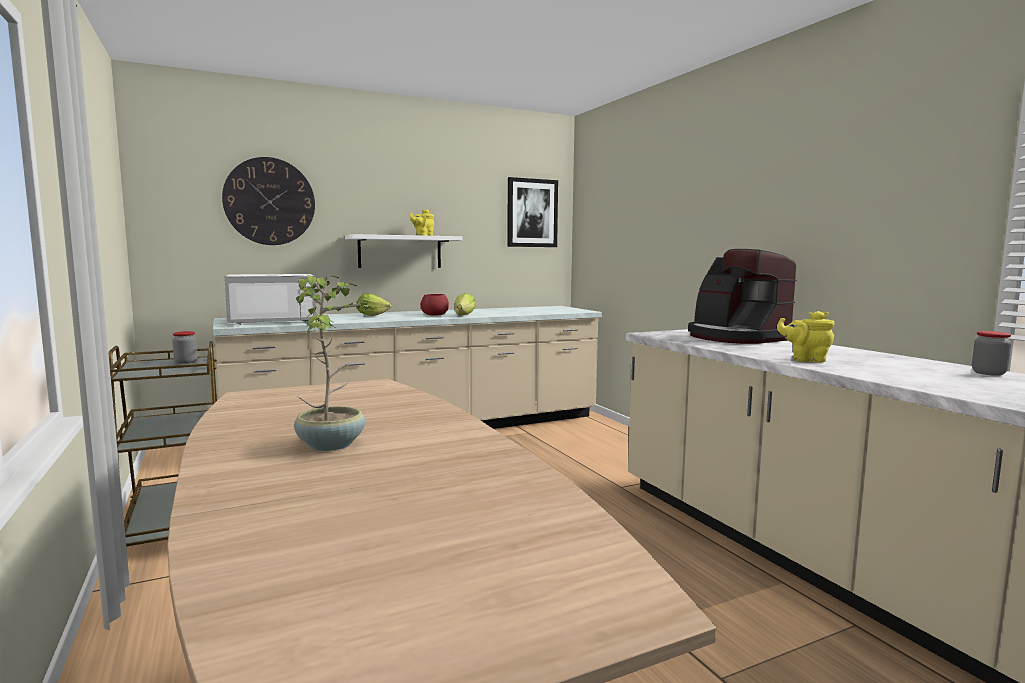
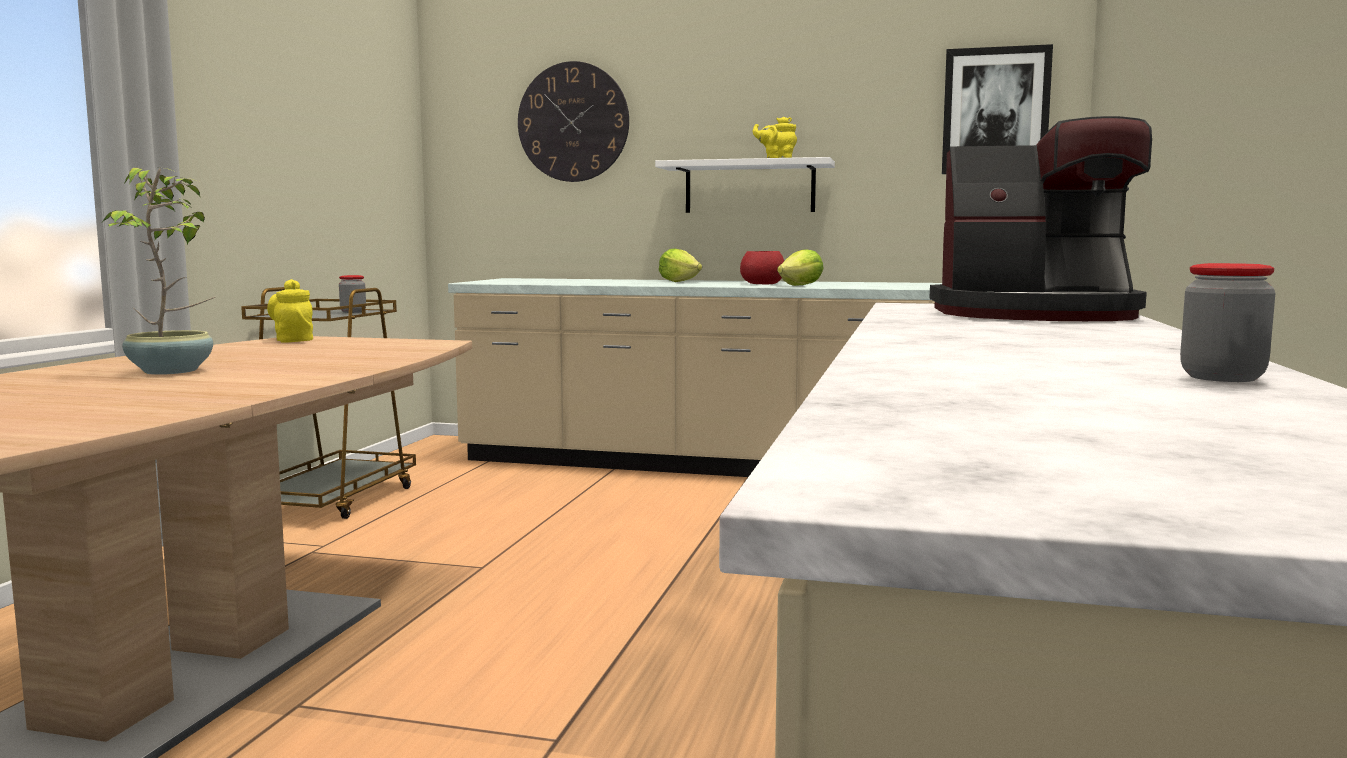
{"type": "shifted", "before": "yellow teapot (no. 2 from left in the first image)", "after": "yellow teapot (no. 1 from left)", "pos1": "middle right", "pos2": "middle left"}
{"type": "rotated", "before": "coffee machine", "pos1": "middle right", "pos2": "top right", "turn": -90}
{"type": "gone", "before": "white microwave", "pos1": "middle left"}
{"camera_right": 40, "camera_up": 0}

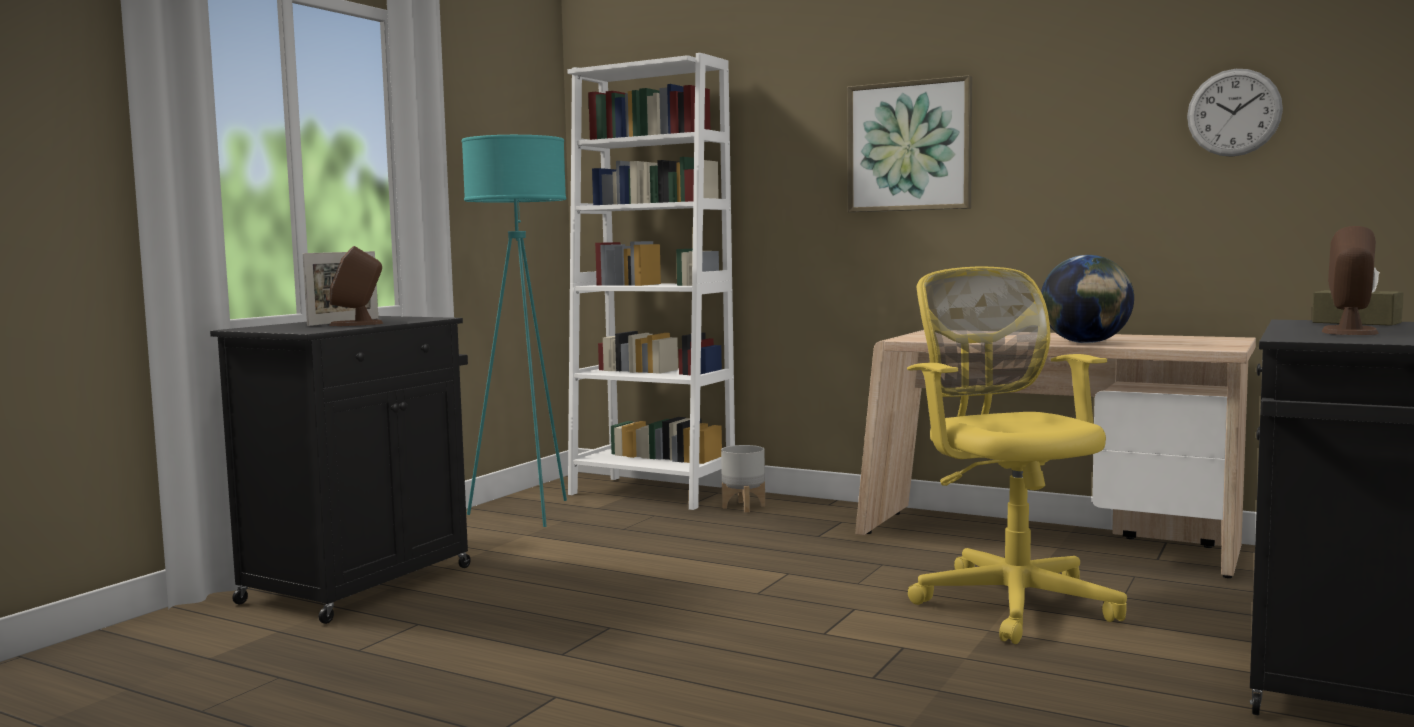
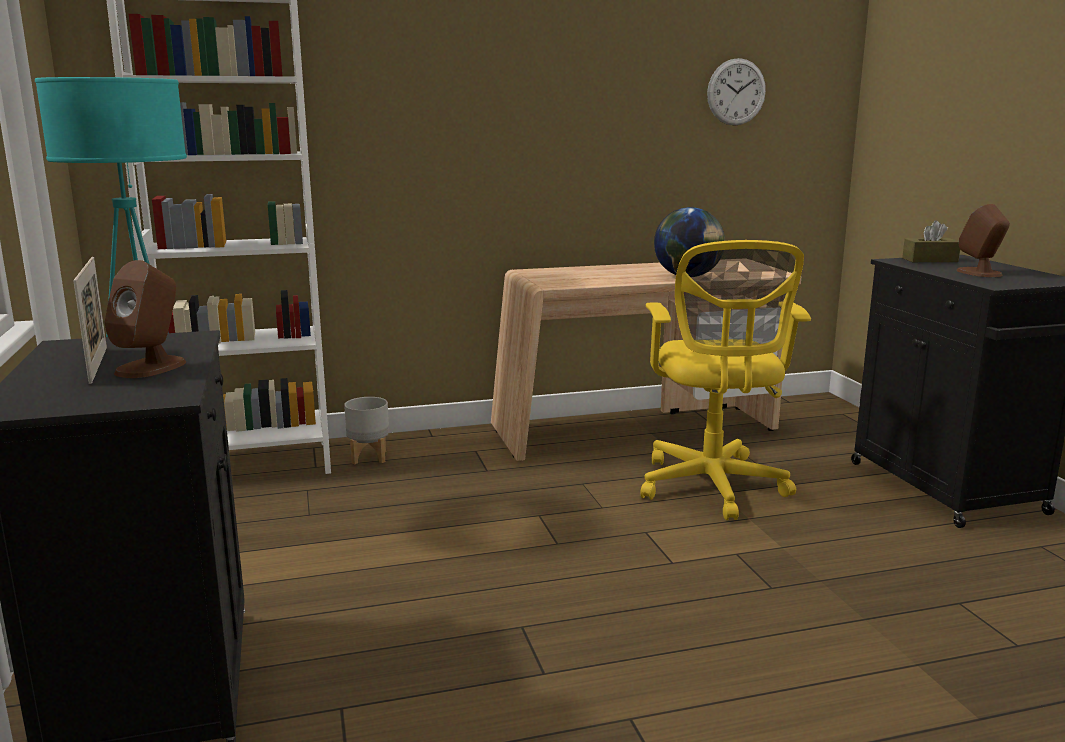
{"type": "rotated", "before": "yellow office chair", "pos1": "middle right", "pos2": "middle right", "turn": -120}
{"type": "gone", "before": "picture", "pos1": "top centre"}
{"camera_right": -45, "camera_up": 10}

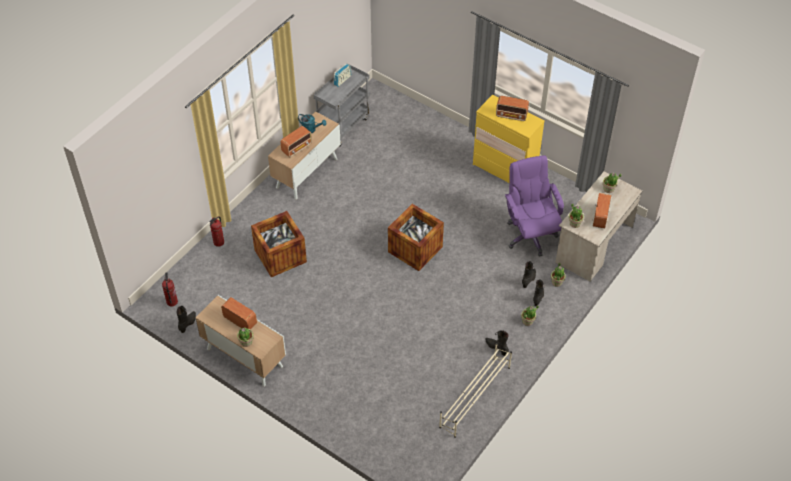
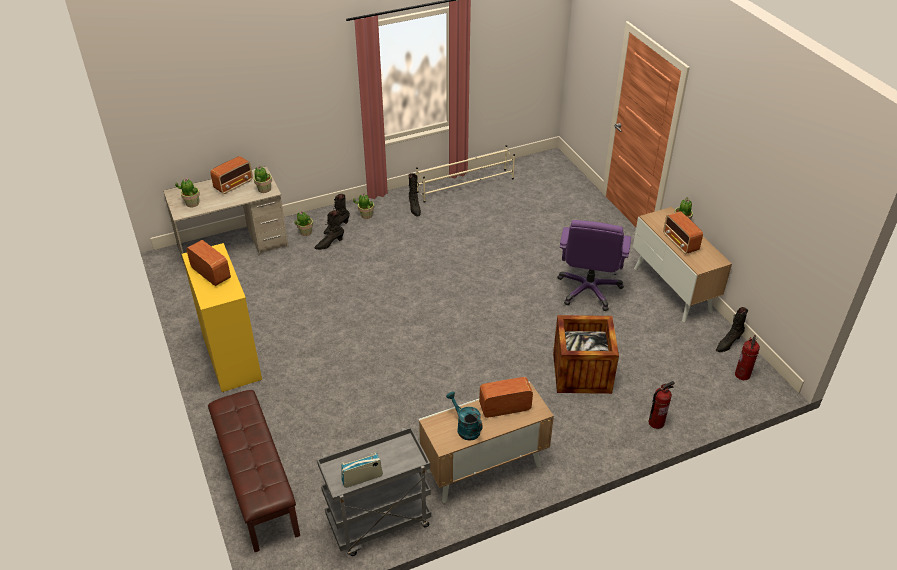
{"type": "new", "after": "brown bench", "pos2": "bottom left"}
{"type": "shifted", "before": "purple office chair", "pos1": "middle right", "pos2": "centre"}
{"type": "gone", "before": "crate (no. 2 from left)", "pos1": "centre"}
{"camera_right": -150, "camera_up": -10}

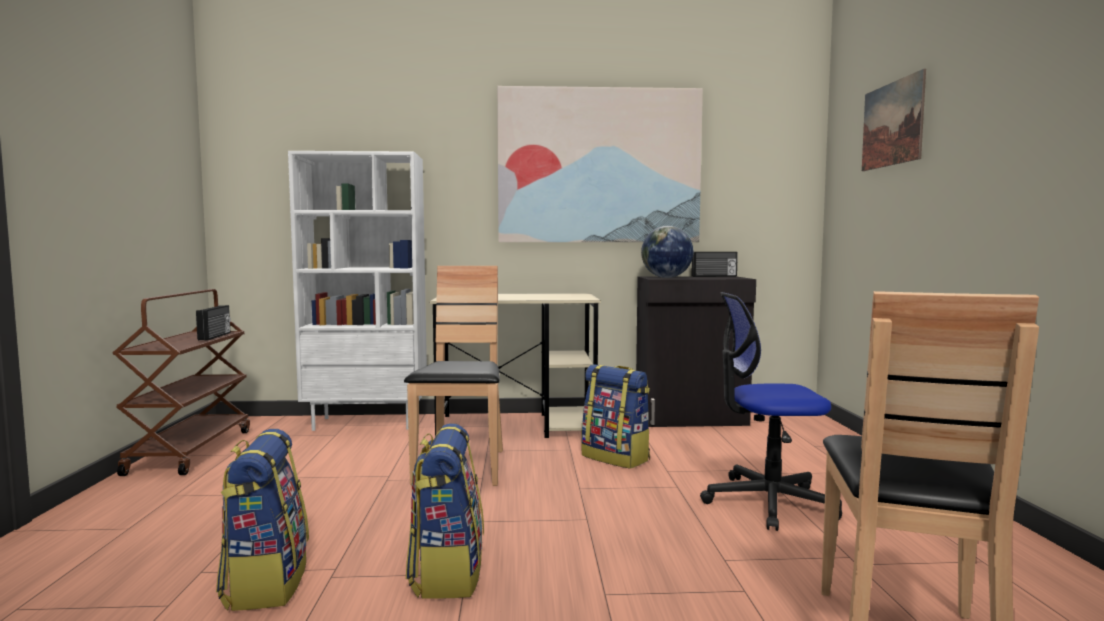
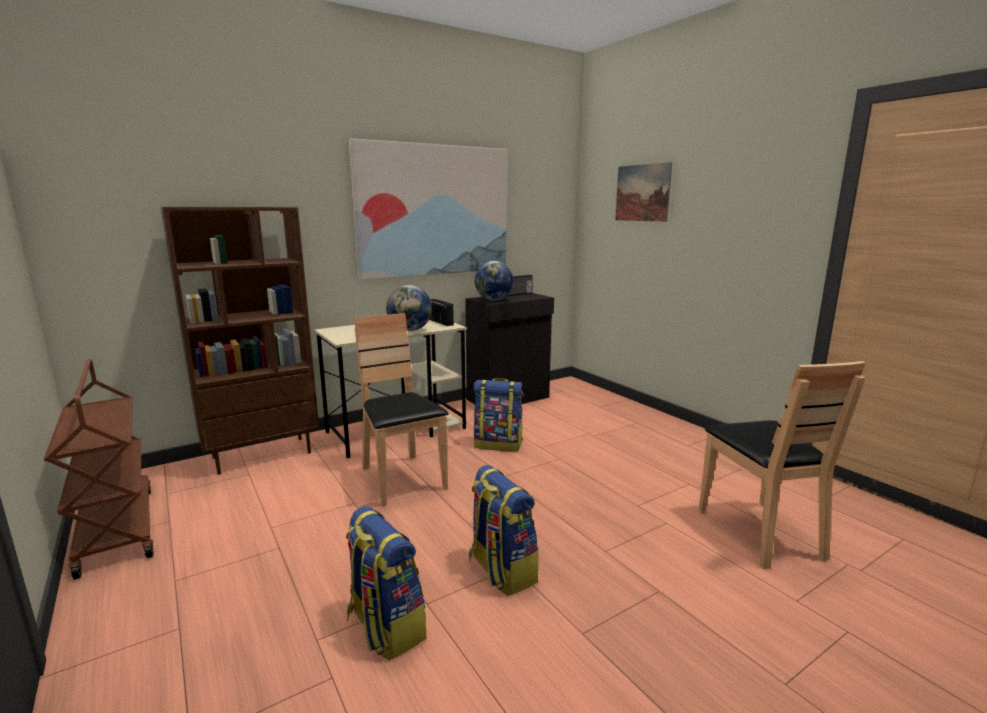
{"type": "repainted", "before": "white bookcase", "after": "brown bookcase", "pos1": "middle left", "pos2": "middle left"}
{"type": "new", "after": "globe (no. 1 from left)", "pos2": "centre"}
{"type": "shifted", "before": "radio (no. 1 from left)", "pos1": "middle left", "pos2": "centre"}
{"type": "gone", "before": "office chair", "pos1": "middle right"}
{"camera_right": -30, "camera_up": 10}

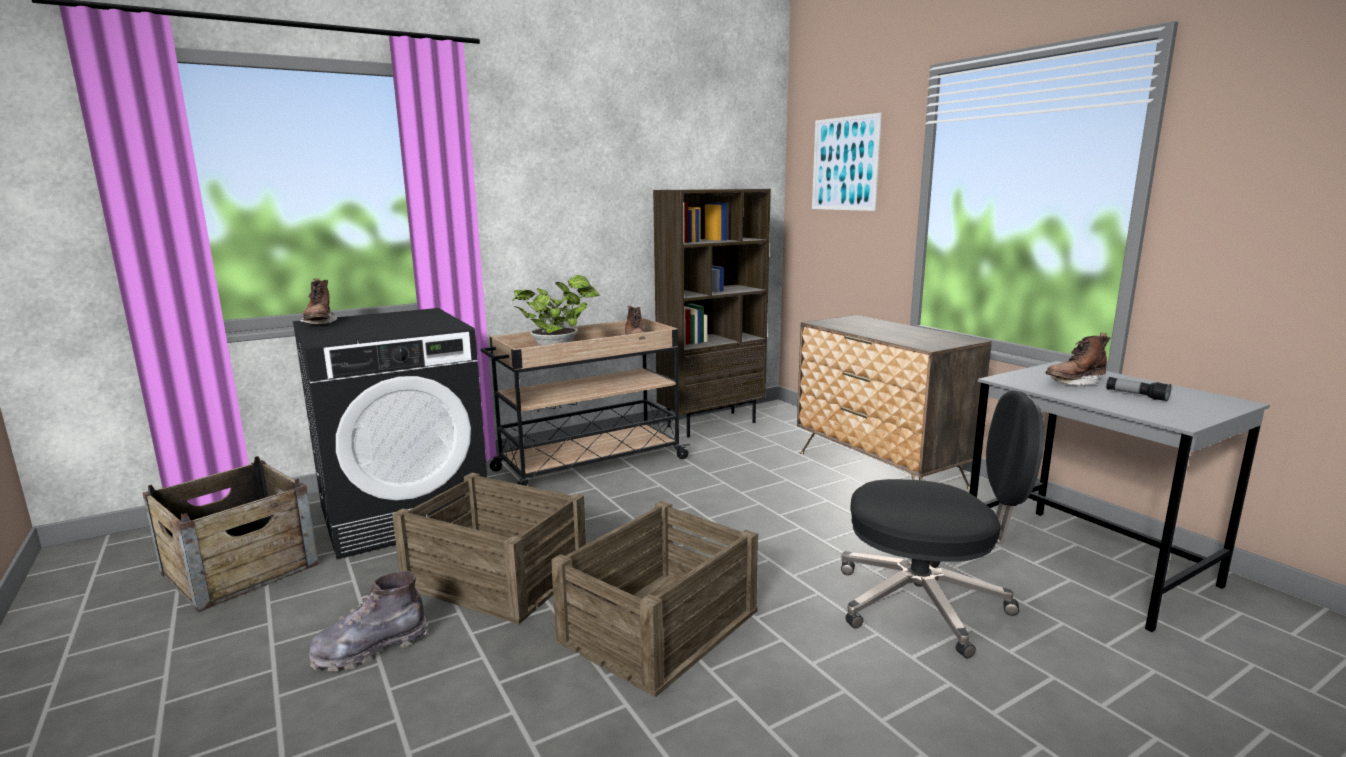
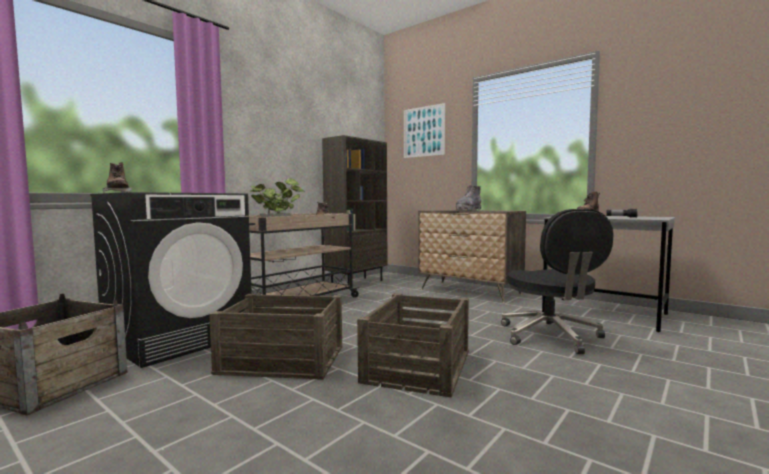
{"type": "shifted", "before": "grey boot", "pos1": "bottom left", "pos2": "centre"}
{"type": "rotated", "before": "black office chair", "pos1": "bottom right", "pos2": "middle right", "turn": 90}
{"camera_right": -20, "camera_up": -10}

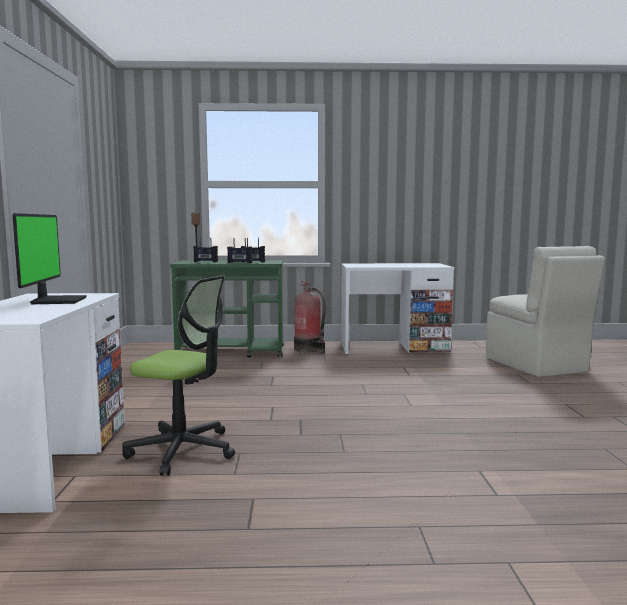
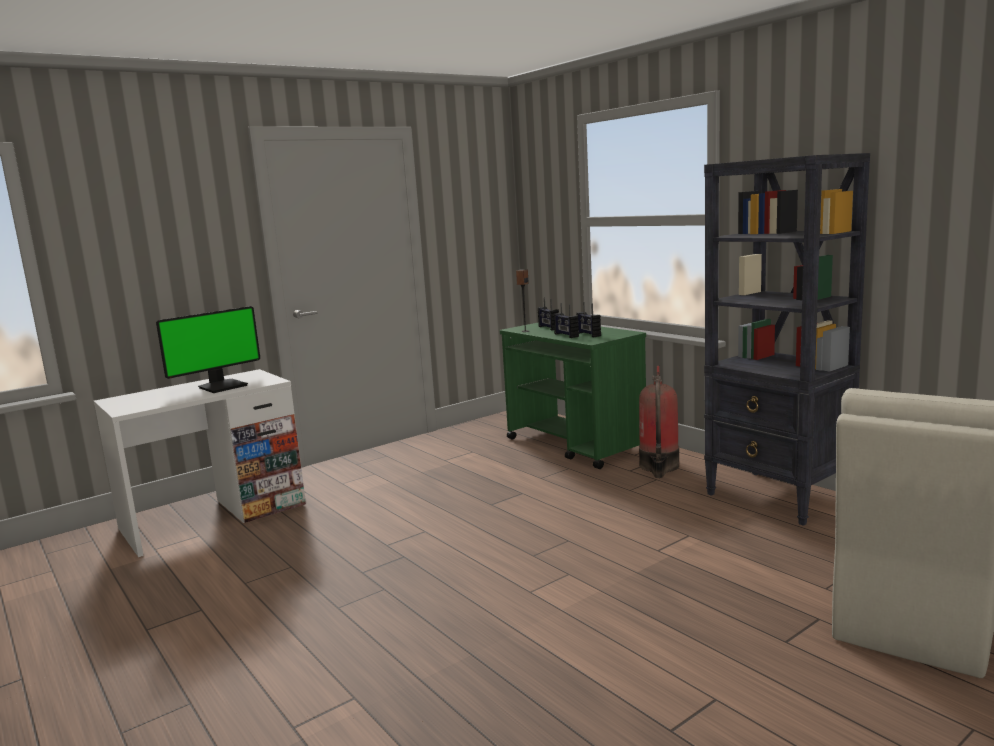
{"type": "swapped", "before": "white desk (no. 2 from left)", "after": "black bookcase", "pos1": "centre", "pos2": "middle right"}
{"type": "gone", "before": "office chair", "pos1": "middle left"}
{"camera_right": 55, "camera_up": 5}

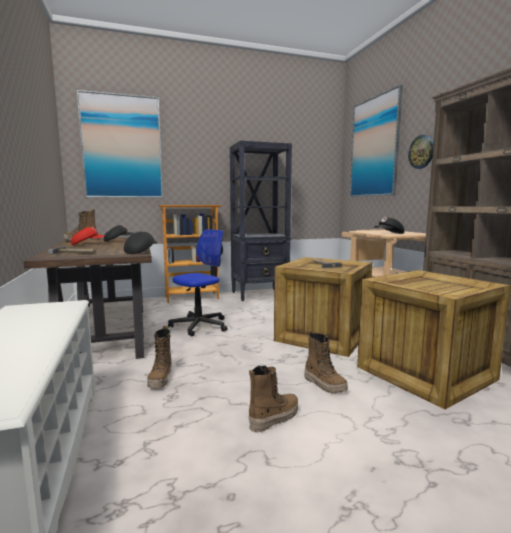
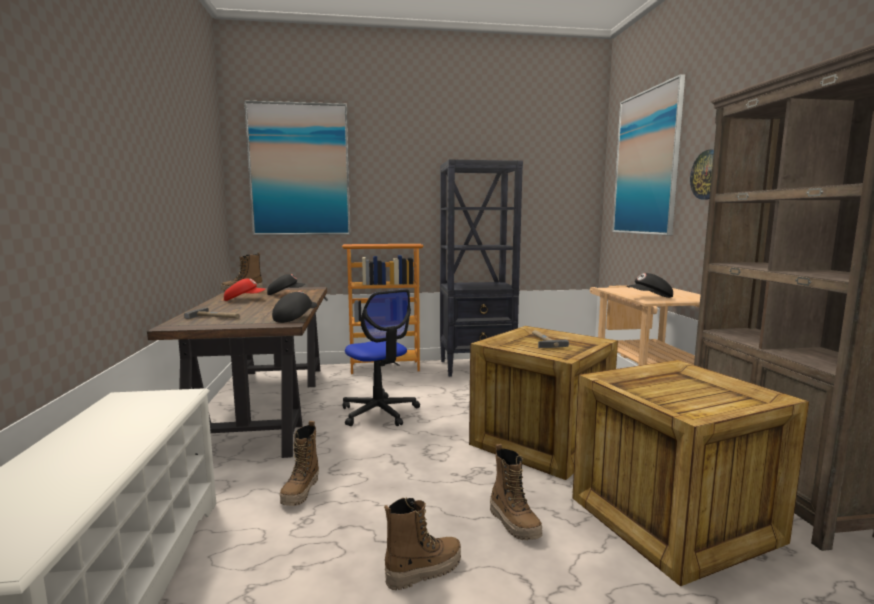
{"type": "rotated", "before": "office chair", "pos1": "centre", "pos2": "centre", "turn": 90}
{"camera_right": 10, "camera_up": 0}

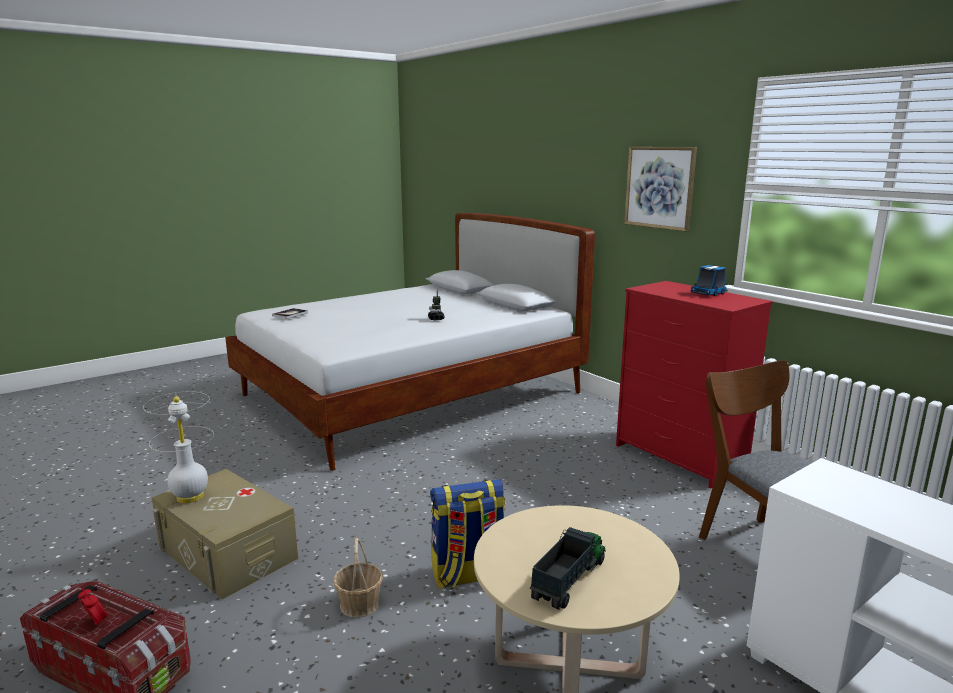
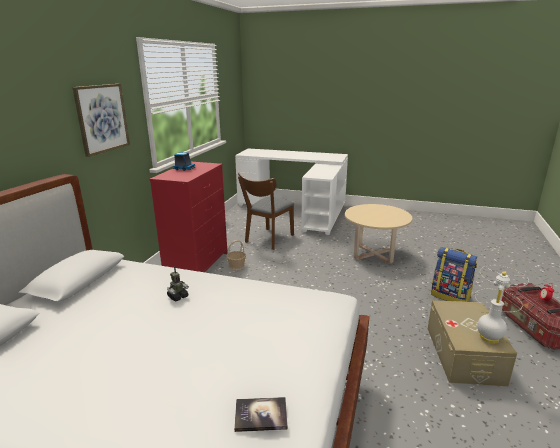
{"type": "shifted", "before": "basket", "pos1": "bottom centre", "pos2": "centre"}
{"type": "shifted", "before": "backpack", "pos1": "bottom centre", "pos2": "middle right"}
{"type": "gone", "before": "toy truck (no. 1 from left)", "pos1": "bottom centre"}
{"camera_right": -125, "camera_up": 5}

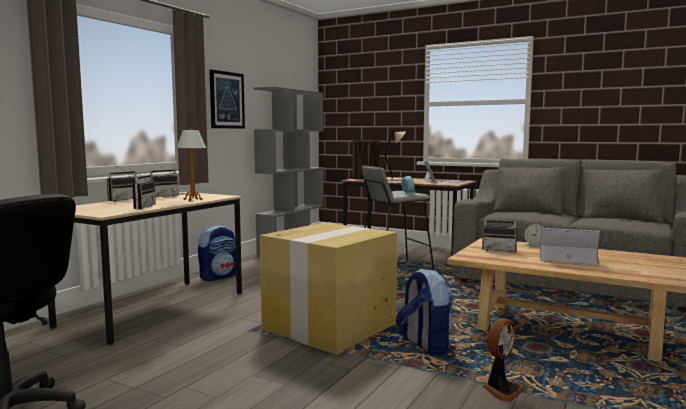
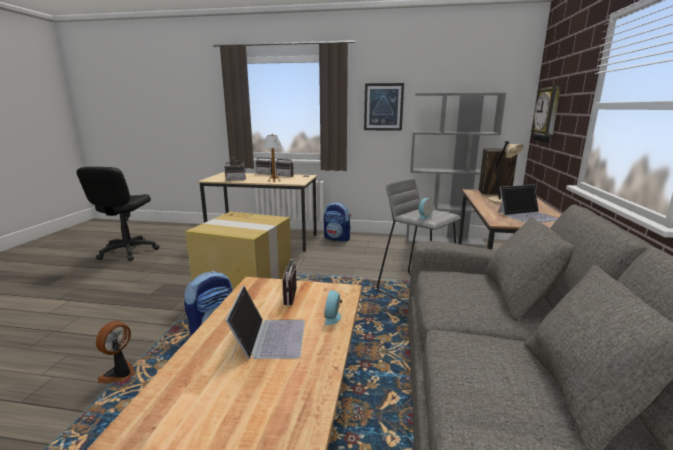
{"type": "rotated", "before": "fan", "pos1": "bottom right", "pos2": "bottom left", "turn": 90}
{"type": "new", "after": "wall clock", "pos2": "top right"}
{"camera_right": 70, "camera_up": 10}

